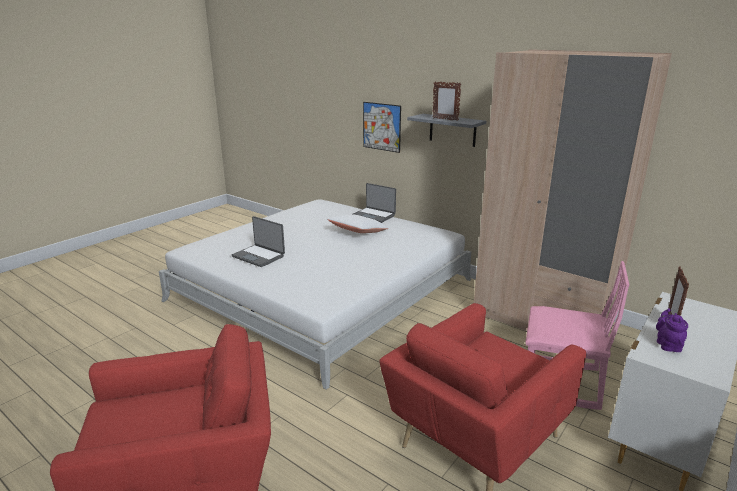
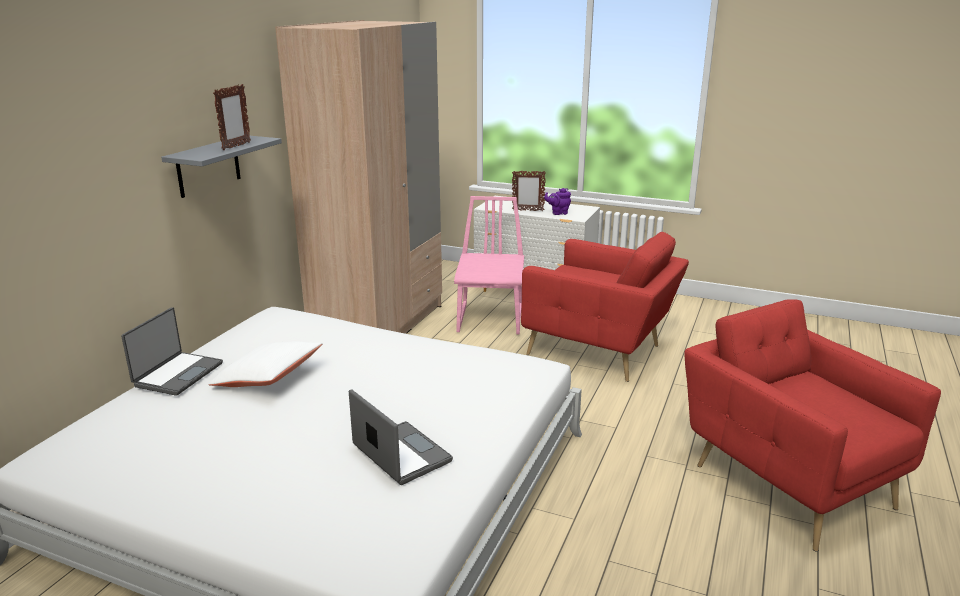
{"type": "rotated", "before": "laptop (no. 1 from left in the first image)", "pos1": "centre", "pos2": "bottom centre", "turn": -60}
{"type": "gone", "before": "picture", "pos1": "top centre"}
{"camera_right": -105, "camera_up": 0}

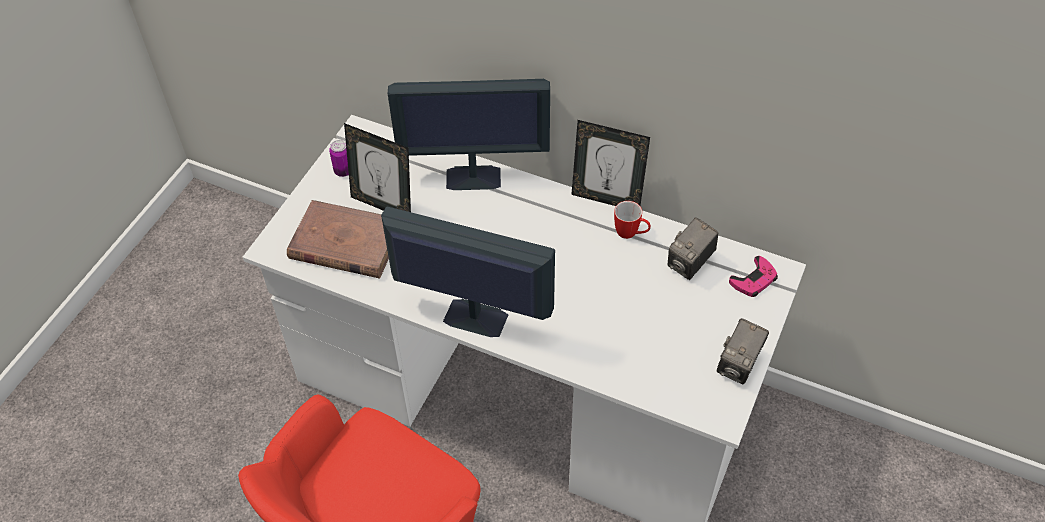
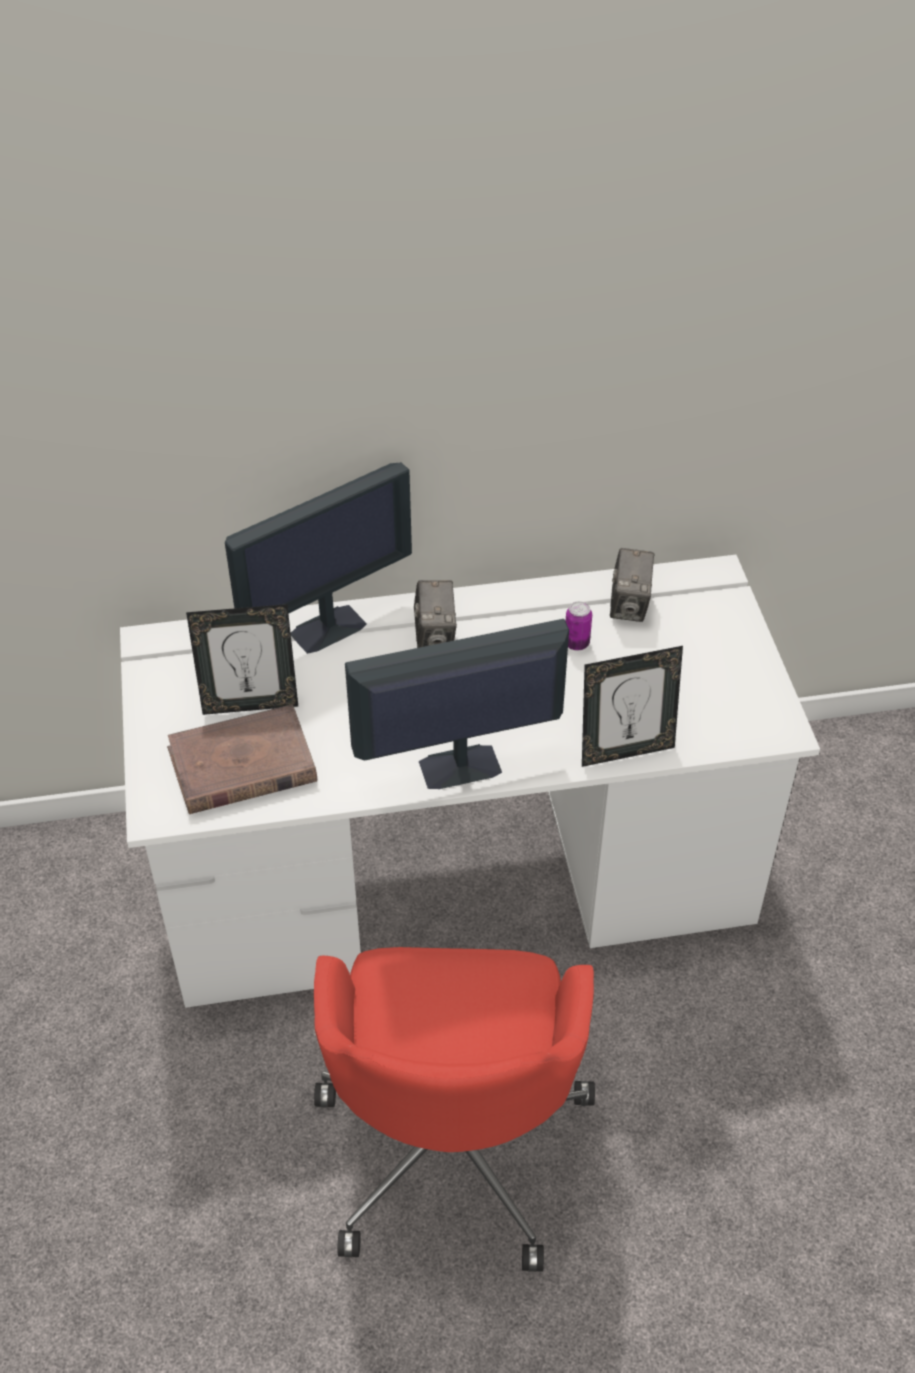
{"type": "shifted", "before": "photo camera (no. 2 from left in the first image)", "after": "photo camera (no. 1 from left)", "pos1": "bottom right", "pos2": "centre"}
{"type": "shifted", "before": "can", "pos1": "top left", "pos2": "centre"}
{"type": "shifted", "before": "picture frame (no. 2 from left)", "pos1": "top centre", "pos2": "middle right"}
{"type": "gone", "before": "mug", "pos1": "centre"}
{"type": "gone", "before": "pink game controller", "pos1": "middle right"}
{"camera_right": -35, "camera_up": -5}

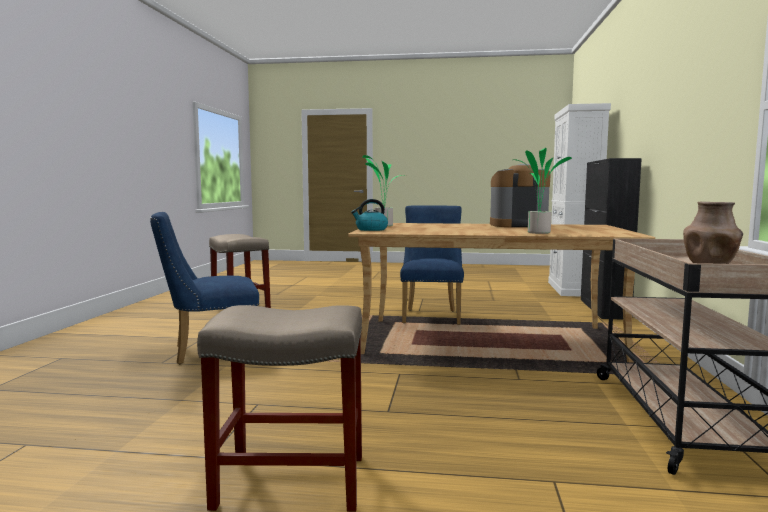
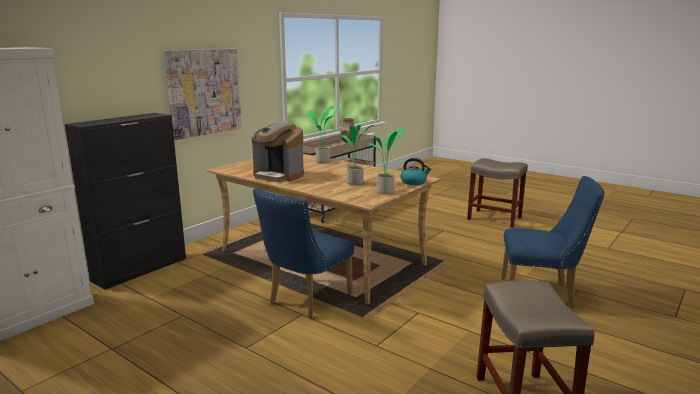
{"type": "new", "after": "picture", "pos2": "top left"}
{"type": "new", "after": "potted plant (no. 2 from left)", "pos2": "centre"}
{"camera_right": -150, "camera_up": 10}

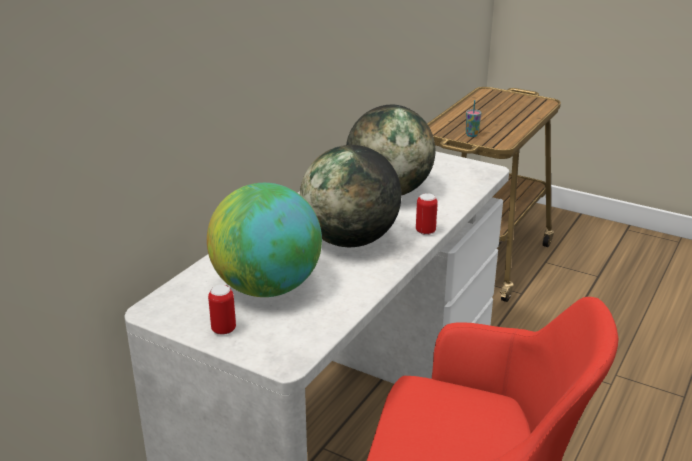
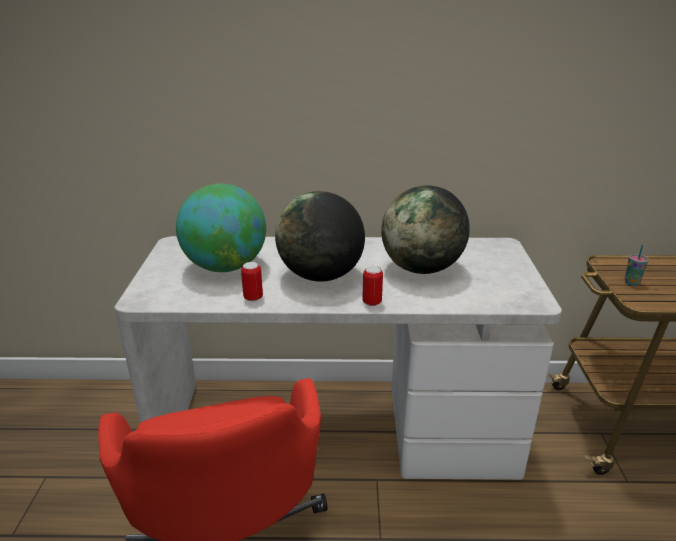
{"type": "shifted", "before": "can (no. 1 from left)", "pos1": "bottom left", "pos2": "centre"}
{"camera_right": 60, "camera_up": 0}

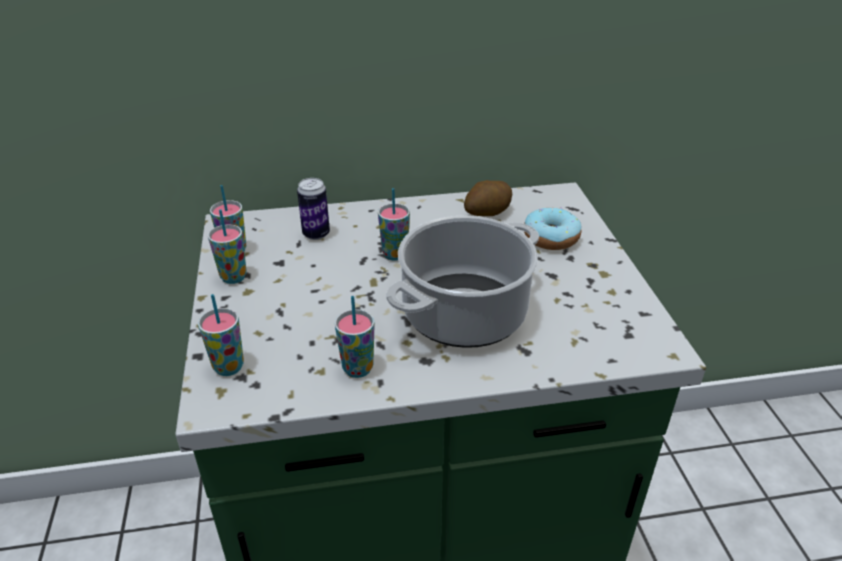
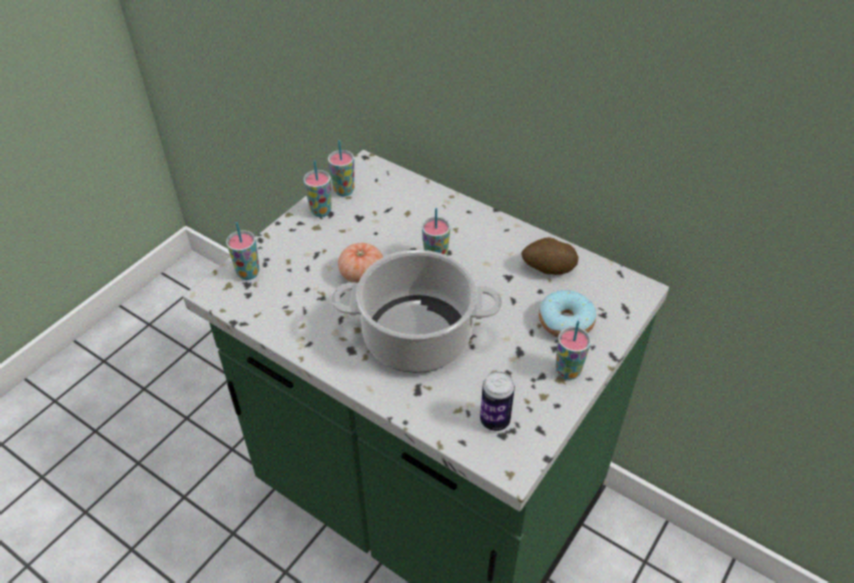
{"type": "new", "after": "tomato", "pos2": "centre"}
{"type": "shifted", "before": "can", "pos1": "centre", "pos2": "bottom centre"}
{"type": "shifted", "before": "cup (no. 4 from left in the first image)", "after": "cup (no. 5 from left)", "pos1": "centre", "pos2": "middle right"}
{"camera_right": 45, "camera_up": 10}

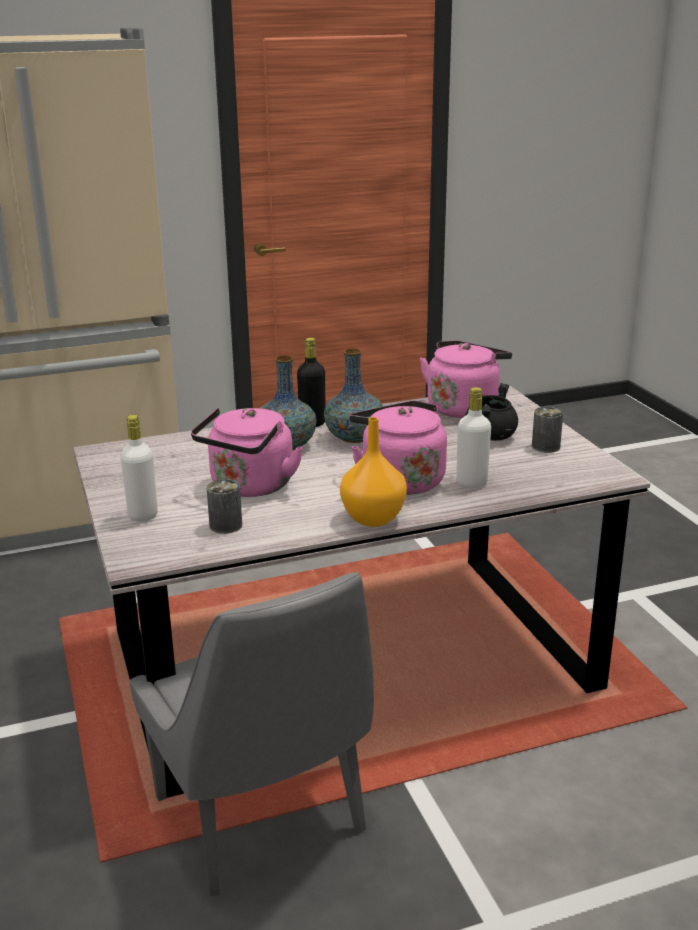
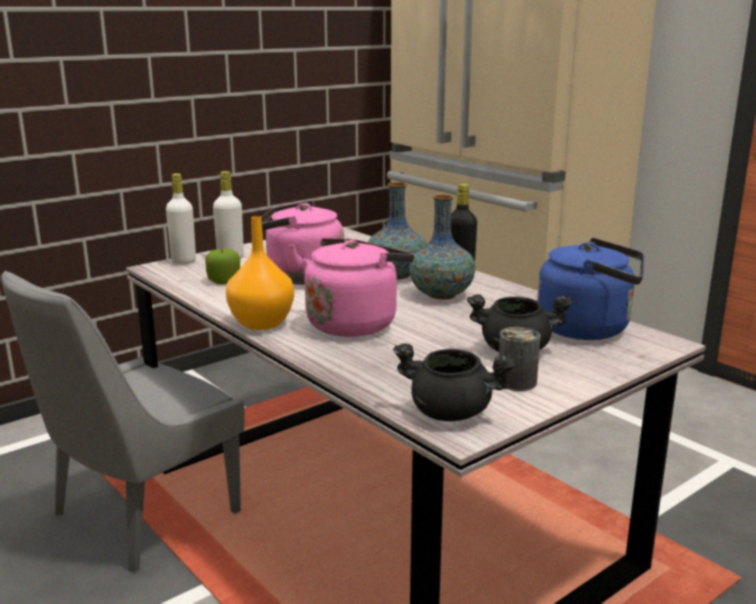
{"type": "shifted", "before": "white bottle (no. 2 from left in the first image)", "after": "white bottle (no. 1 from left)", "pos1": "middle right", "pos2": "middle left"}
{"type": "swapped", "before": "can (no. 1 from left)", "after": "apple", "pos1": "middle left", "pos2": "middle left"}
{"type": "new", "after": "black cooking pot (no. 1 from left)", "pos2": "centre"}
{"type": "repainted", "before": "pink kettle (no. 3 from left)", "after": "blue kettle", "pos1": "middle right", "pos2": "middle right"}
{"camera_right": 70, "camera_up": -5}

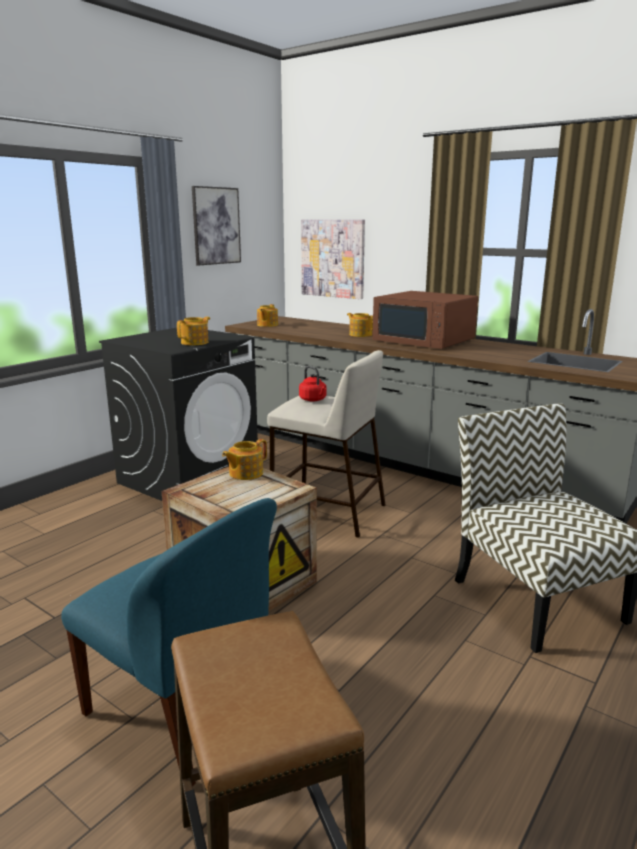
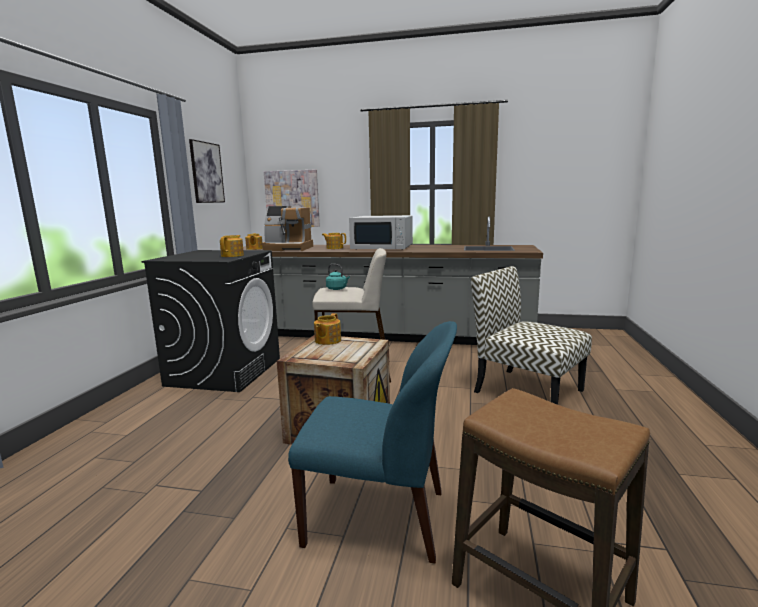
{"type": "new", "after": "coffee machine", "pos2": "centre"}
{"type": "repainted", "before": "red kettle", "after": "turquoise kettle", "pos1": "centre", "pos2": "centre"}
{"type": "repainted", "before": "brown microwave", "after": "white microwave", "pos1": "middle right", "pos2": "centre"}
{"camera_right": -25, "camera_up": -5}

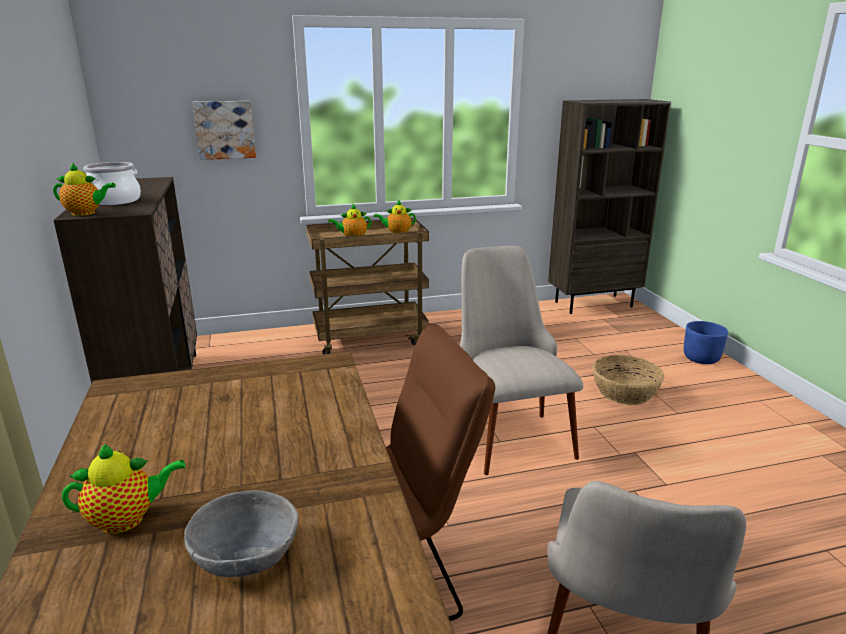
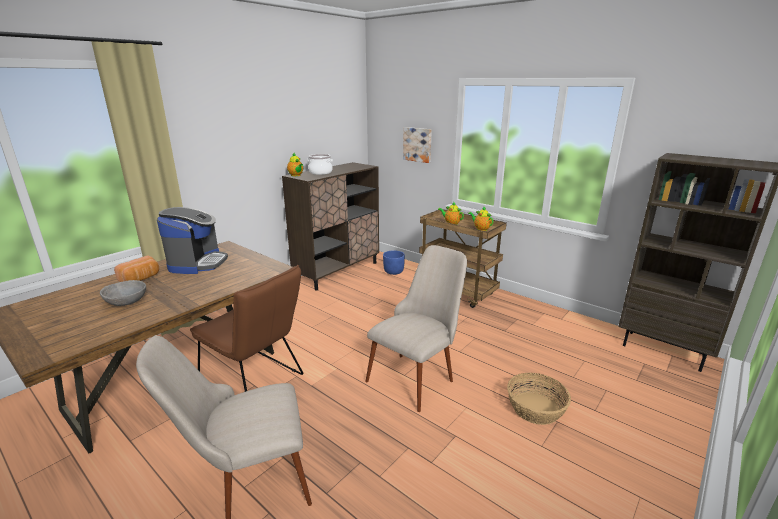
{"type": "swapped", "before": "teapot (no. 2 from left)", "after": "bread", "pos1": "bottom left", "pos2": "middle left"}
{"type": "new", "after": "coffee machine", "pos2": "middle left"}
{"type": "shifted", "before": "blue planter", "pos1": "middle right", "pos2": "centre"}
{"camera_right": 55, "camera_up": 0}

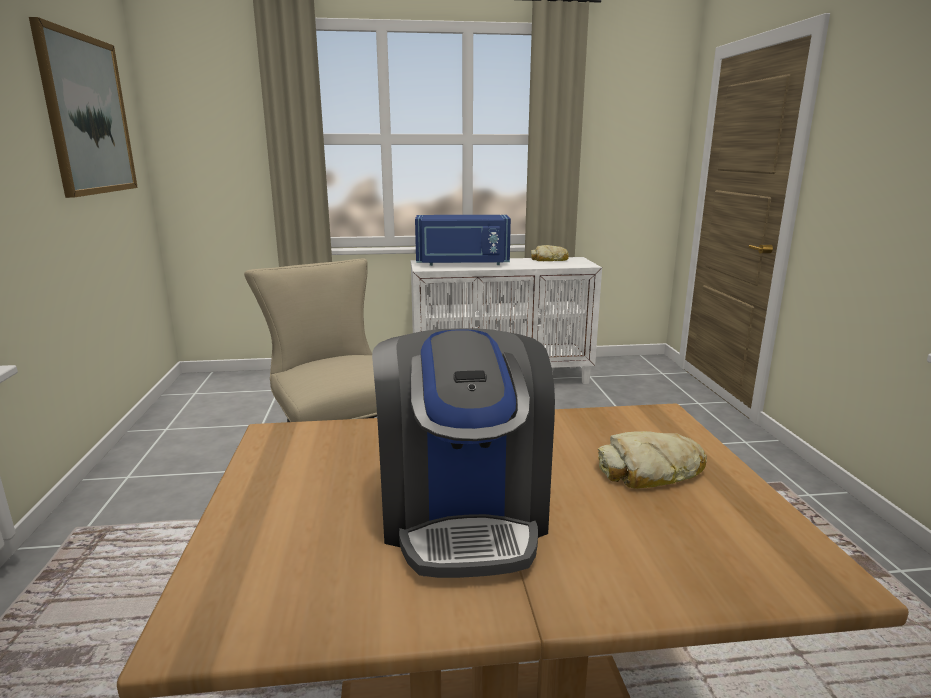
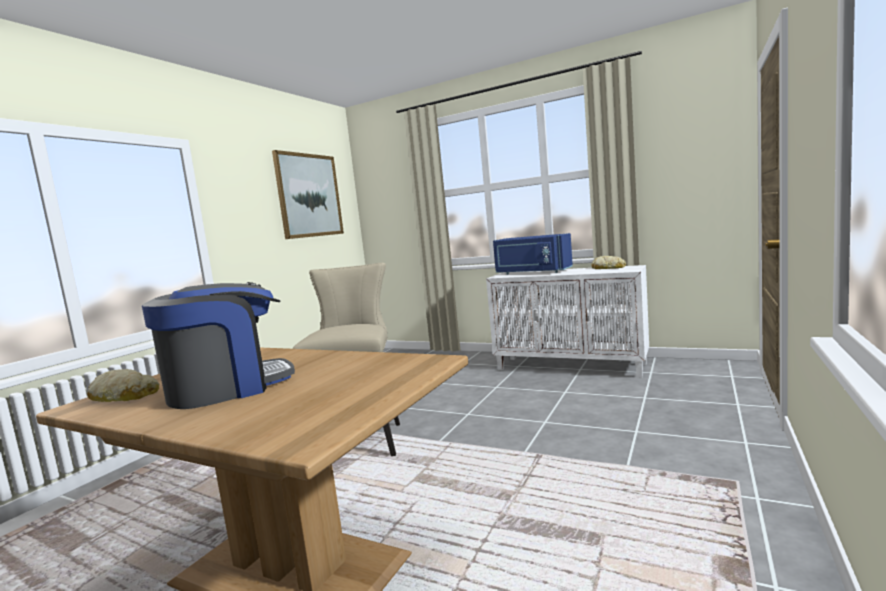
{"type": "shifted", "before": "bread (no. 2 from left in the first image)", "after": "bread (no. 1 from left)", "pos1": "middle right", "pos2": "middle left"}
{"type": "rotated", "before": "coffee machine", "pos1": "centre", "pos2": "middle left", "turn": -150}
{"camera_right": 35, "camera_up": -10}

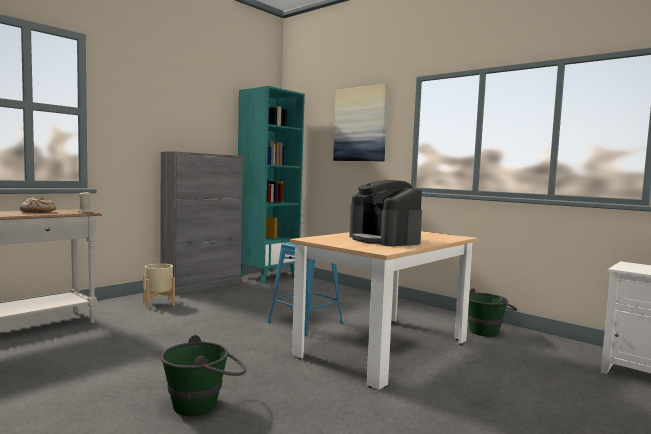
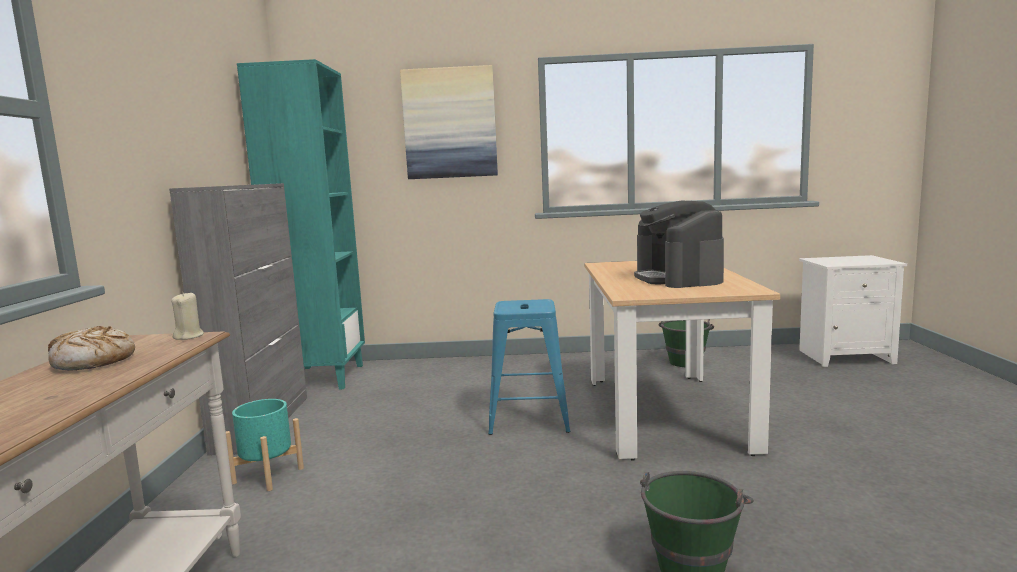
{"type": "repainted", "before": "beige planter", "after": "turquoise planter", "pos1": "middle left", "pos2": "bottom left"}
{"type": "rotated", "before": "coffee machine", "pos1": "centre", "pos2": "middle right", "turn": 60}
{"camera_right": -40, "camera_up": 5}

